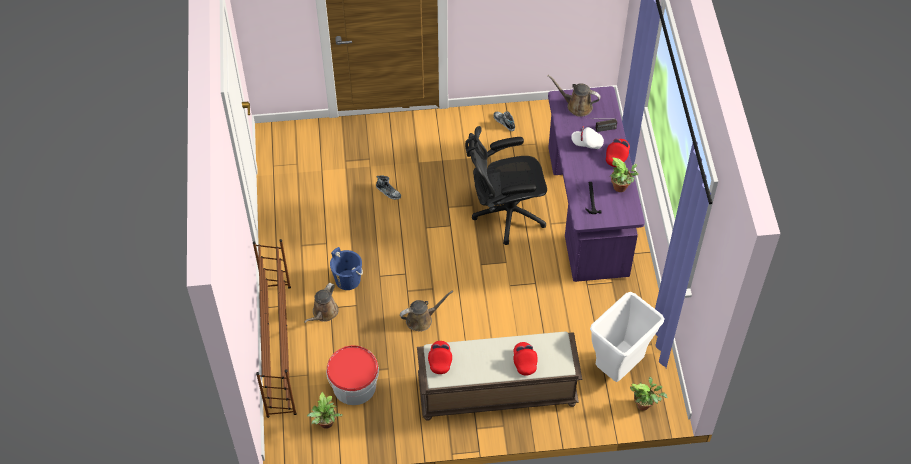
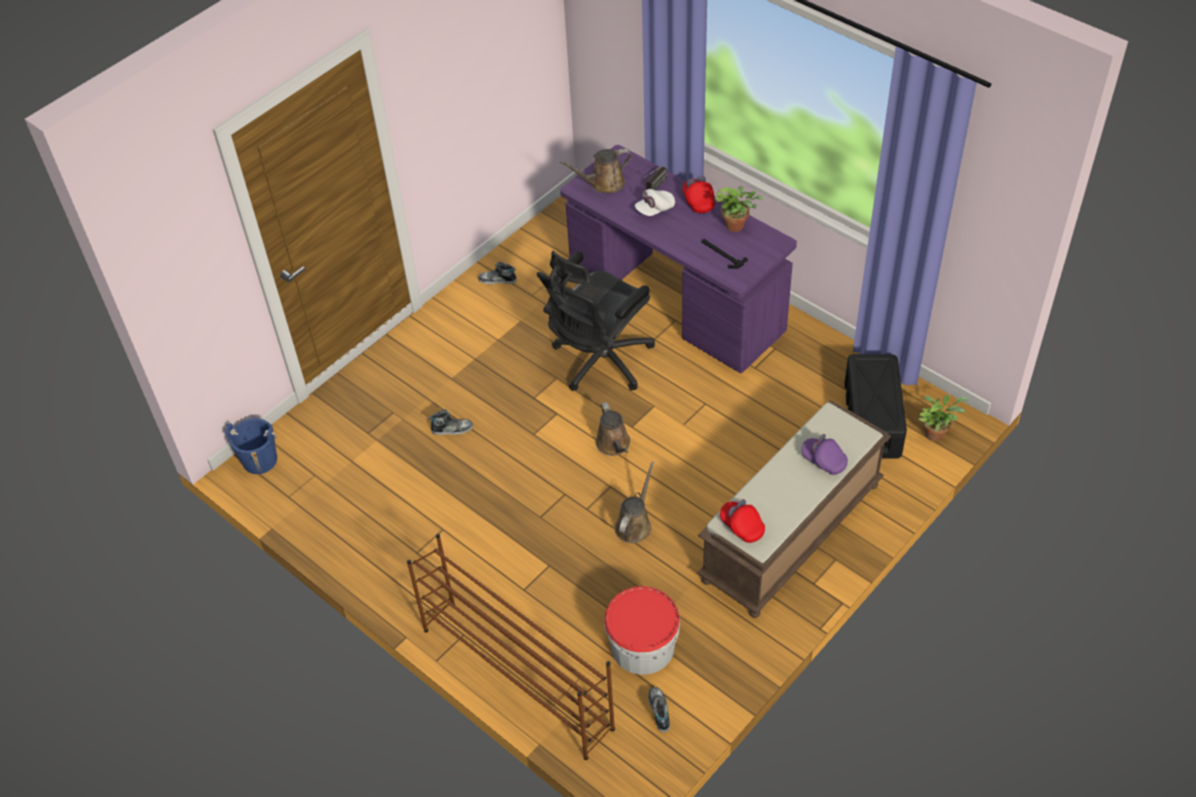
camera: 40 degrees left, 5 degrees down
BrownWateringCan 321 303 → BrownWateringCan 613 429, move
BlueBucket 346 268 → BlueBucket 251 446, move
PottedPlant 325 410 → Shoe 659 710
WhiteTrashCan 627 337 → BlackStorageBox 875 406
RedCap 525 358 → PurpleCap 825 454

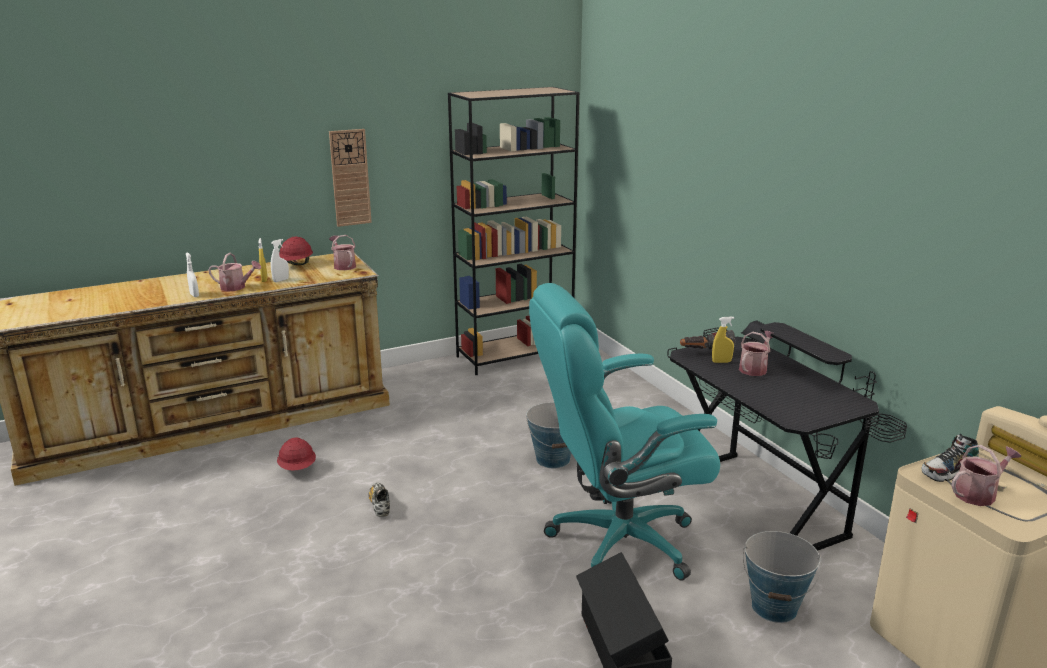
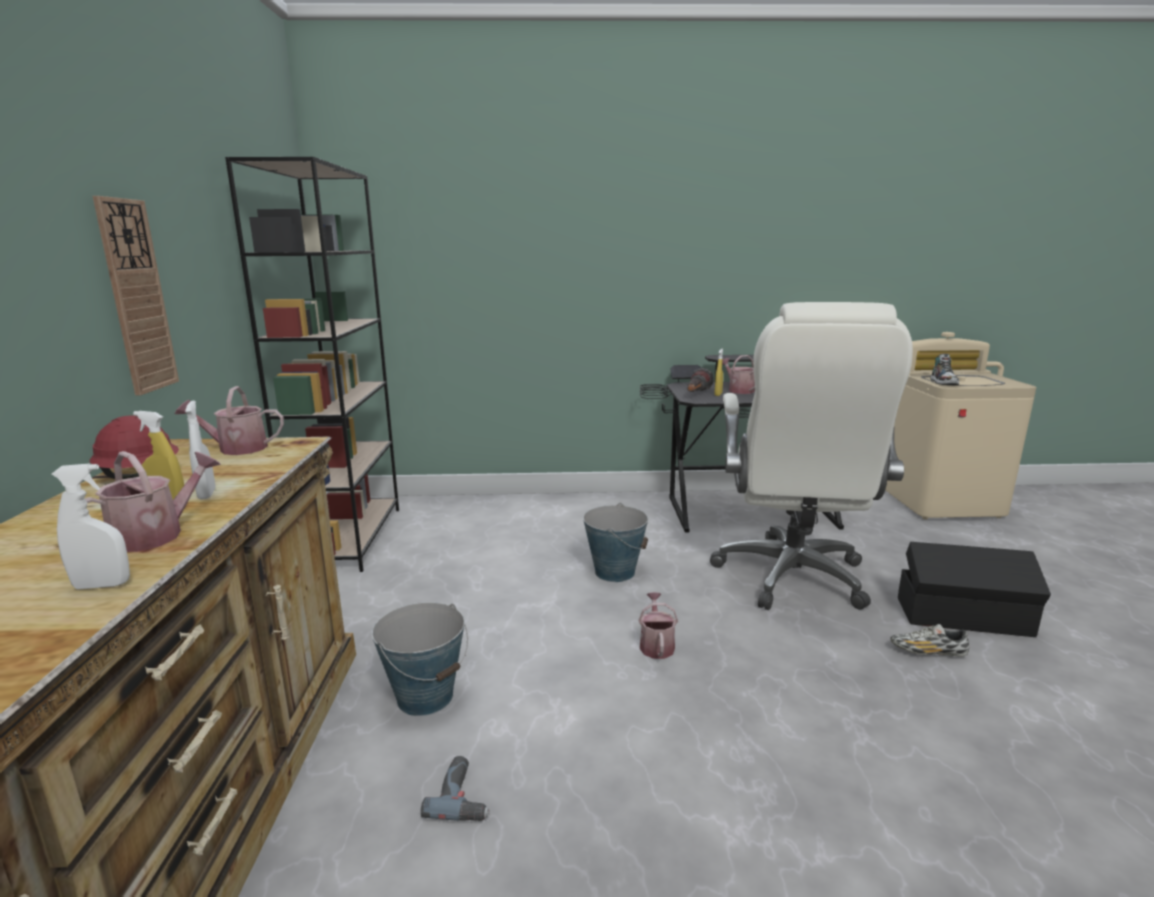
camera: 65 degrees left, 5 degrees down
Shoe 379 500 → Shoe 930 640, move
Bucket 782 577 → Bucket 420 659, move
WateringCan 986 475 → WateringCan 658 625, move
RedHardHat 296 454 → PowerDrill 455 788
TurquoiseOfficeChair 624 432 → WhiteOfficeChair 811 456

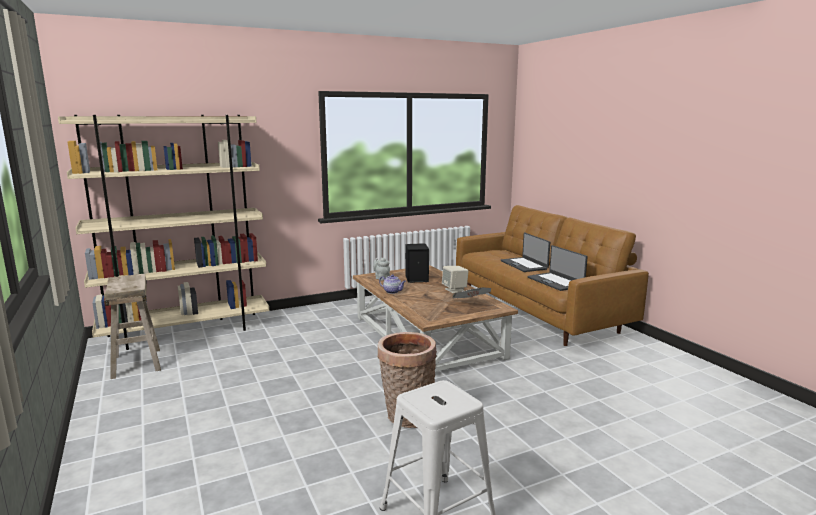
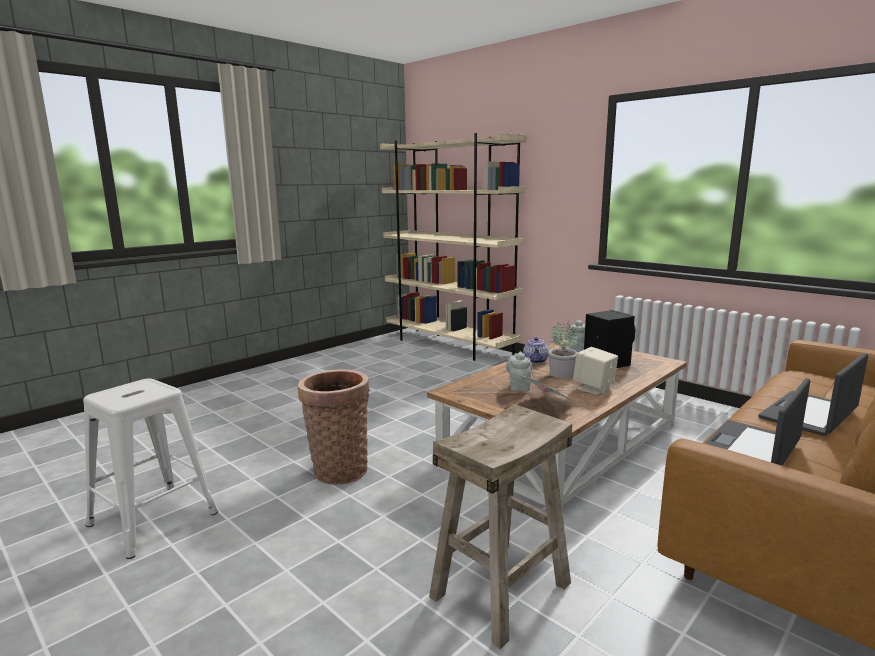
camera: 70 degrees right, 0 degrees up
- → GreyTeapot 519 371
- → PottedPlant 563 349
BeigeStool 132 326 → BeigeStool 500 526, move

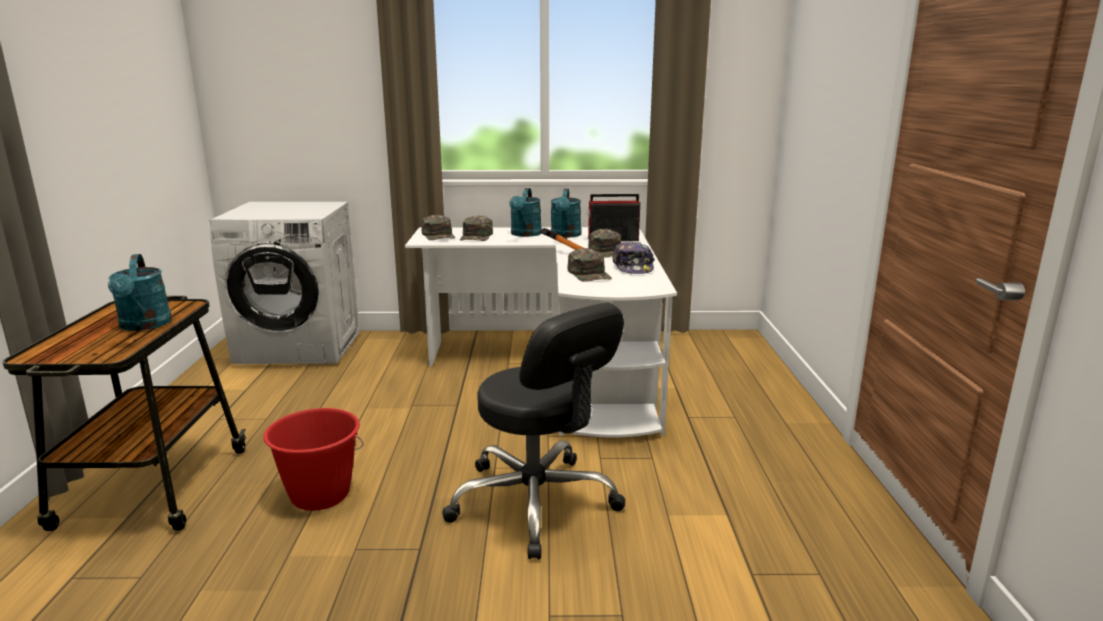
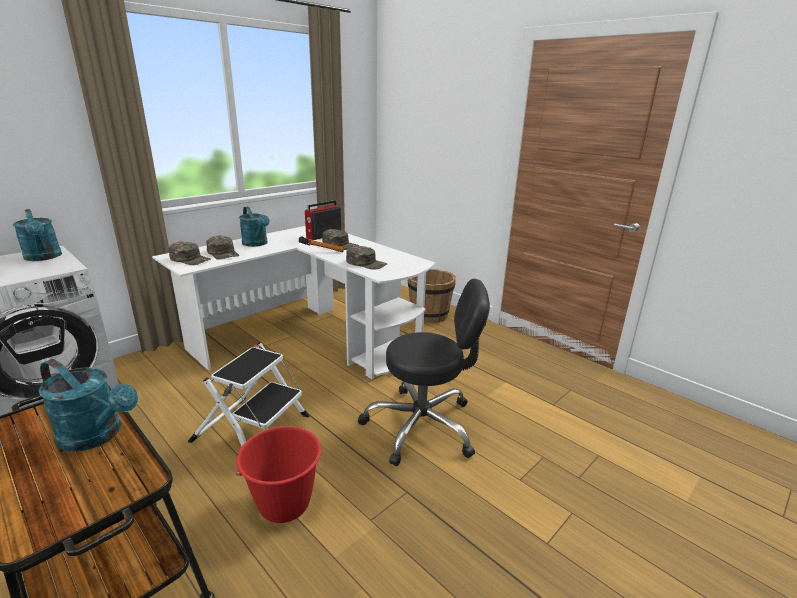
camera: 45 degrees left, 5 degrees up
Cap 634 258 → -
- → StepLadder 248 394
- → BrownBucket 432 296
TurquoiseWateringCan 566 213 → TurquoiseWateringCan 37 235, move

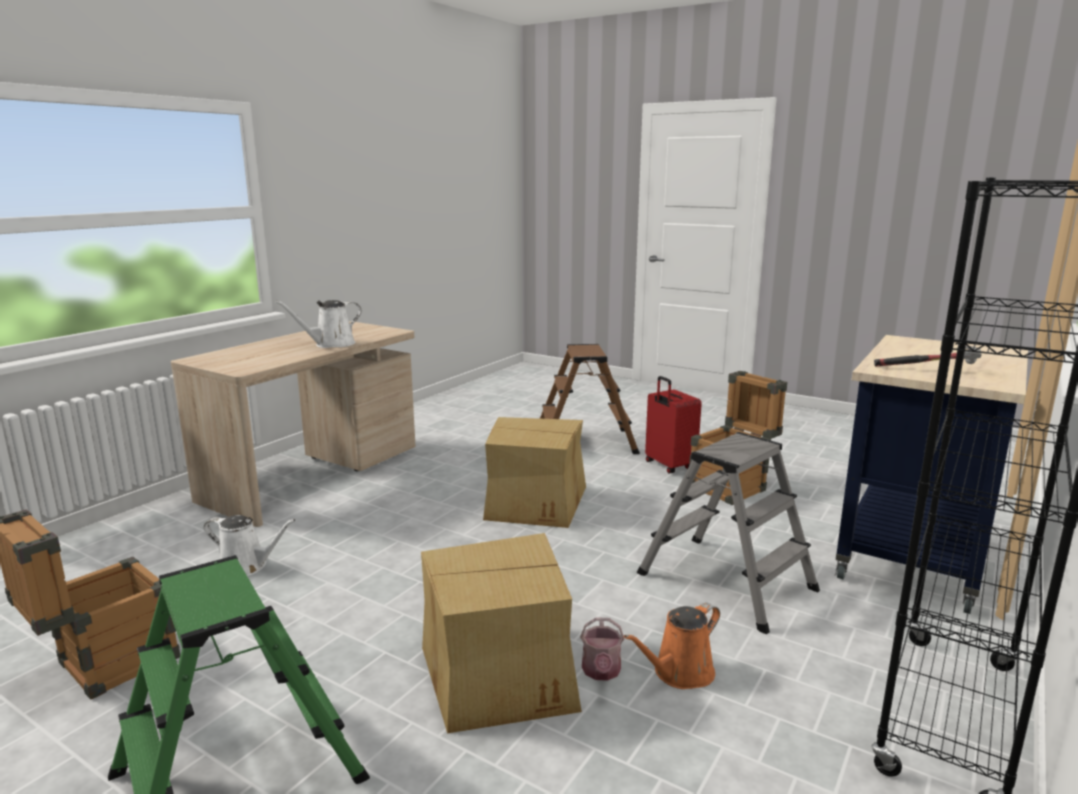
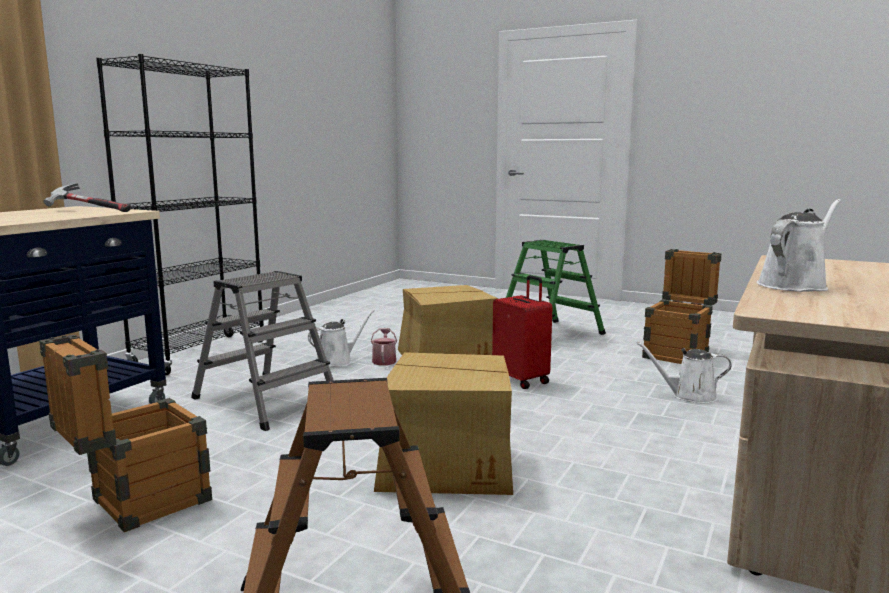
camera: 175 degrees right, 5 degrees down
RedSuitcase 673 424 → RedSuitcase 522 332, move
OrangeWateringCan 672 646 → WhiteWateringCan 341 338

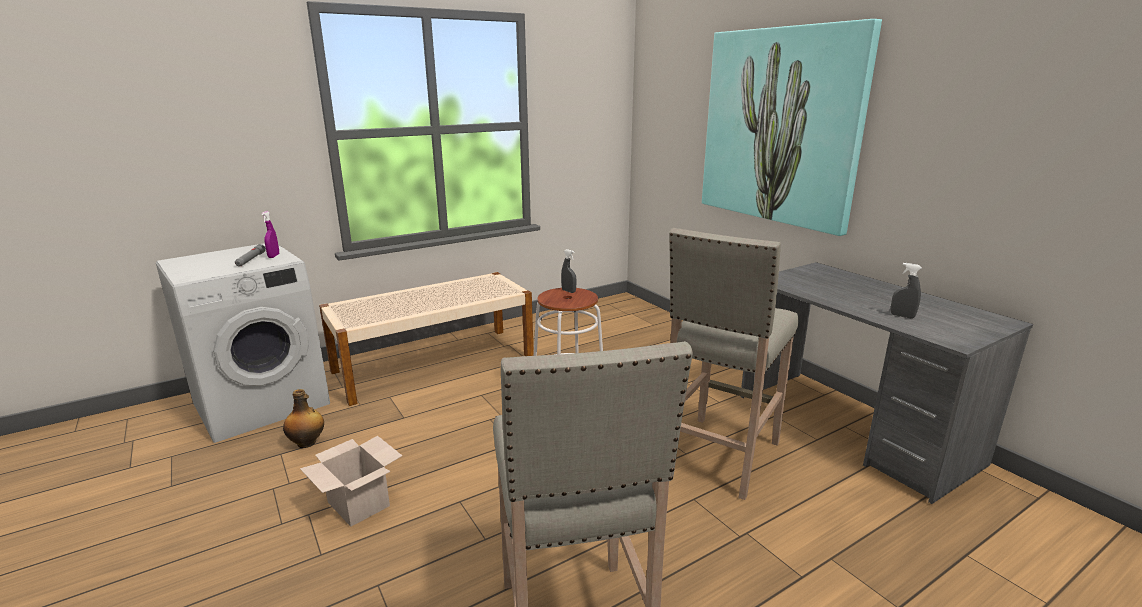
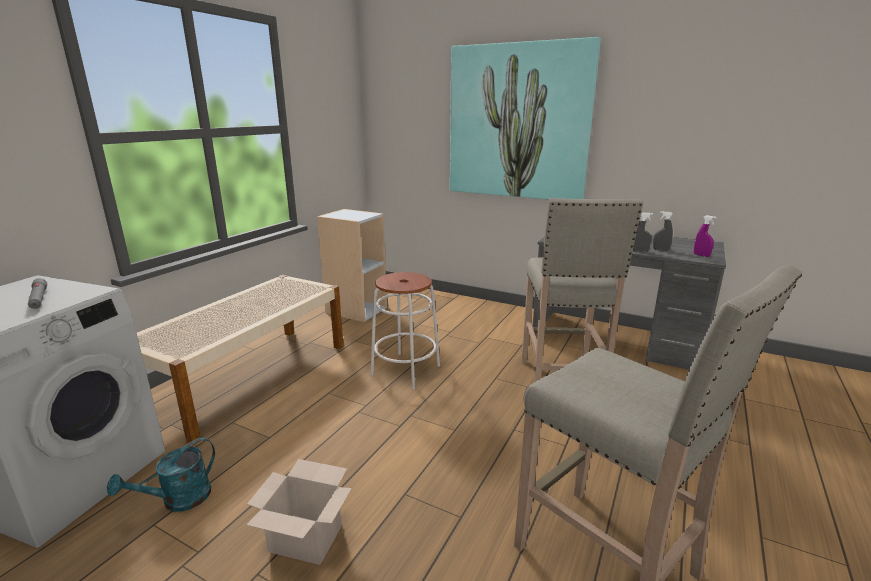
camera: 30 degrees left, 0 degrees up
- → Bookcase 352 265
PurpleSprayBottle 270 234 → PurpleSprayBottle 705 236, move
GreySprayBottle 568 271 → GreySprayBottle 643 232, move
Bottle 303 418 → TurquoiseWateringCan 161 475

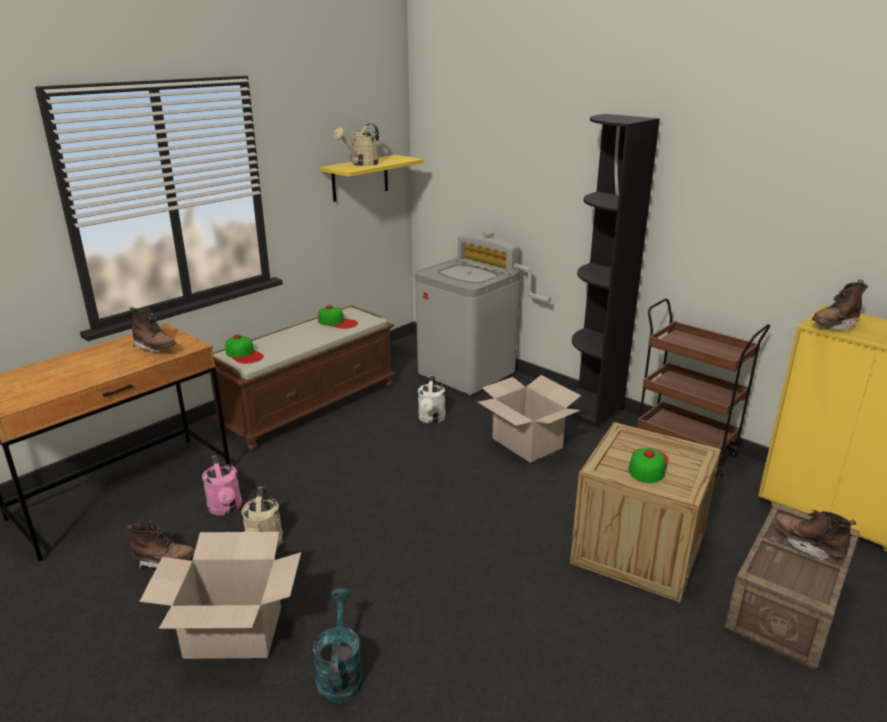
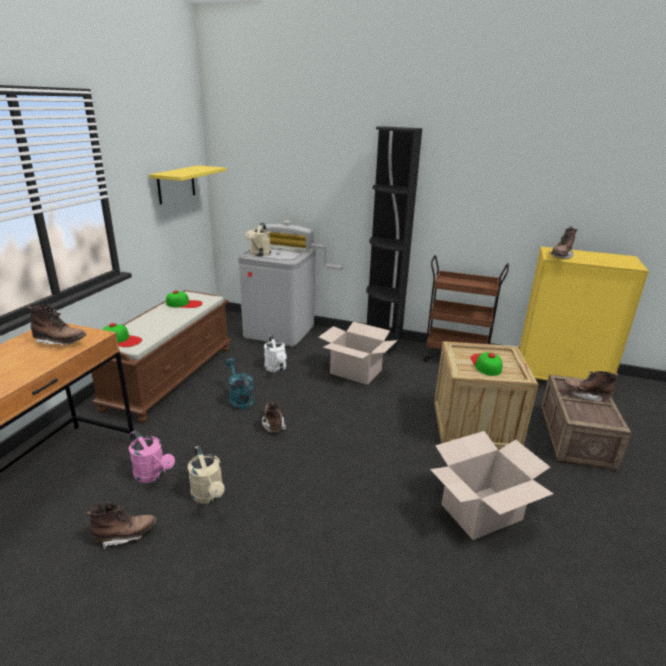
camera: 25 degrees left, 0 degrees up
- → BrownBoot 274 416
CardboardBox 220 595 → CardboardBox 491 485, move
TurquoiseWateringCan 337 645 → TurquoiseWateringCan 239 384, move
BeigeWateringCan 356 144 → BeigeWateringCan 258 239, move

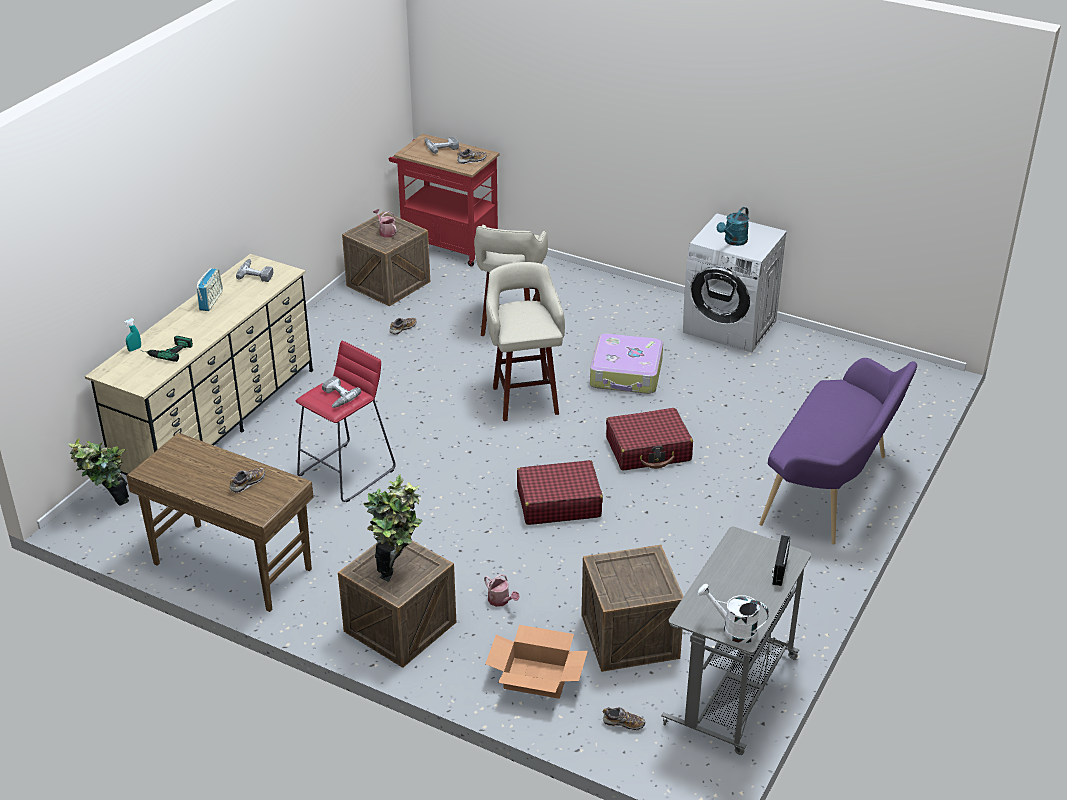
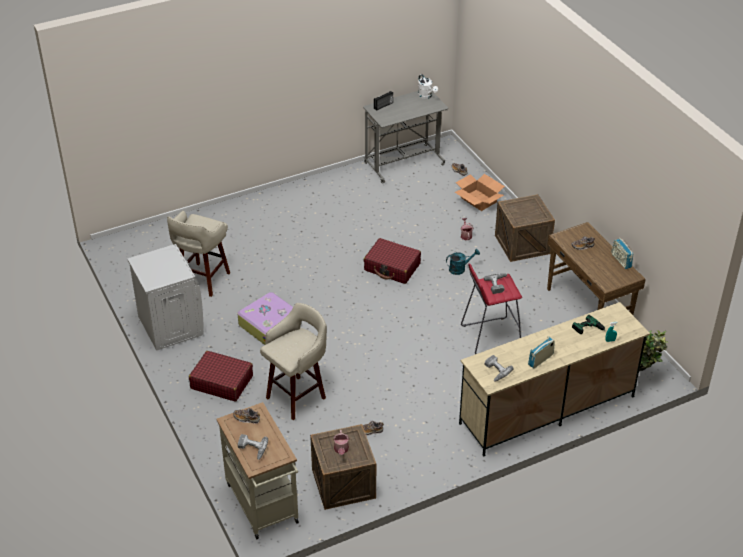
camera: 145 degrees left, 5 degrees up
PottedPlant 392 528 → -
Crate 632 608 → -
PurpleBench 838 451 → -
- → Radio 622 253
BeigeStool 525 341 → BeigeStool 198 254, move
RedSuitcase 649 439 → RedSuitcase 221 376, move
TurquoiseWateringCan 733 226 → TurquoiseWateringCan 463 262, move
RedCart 444 200 → BeigeCart 257 470

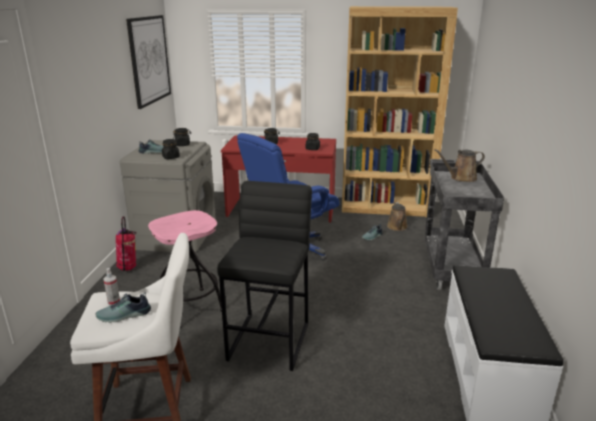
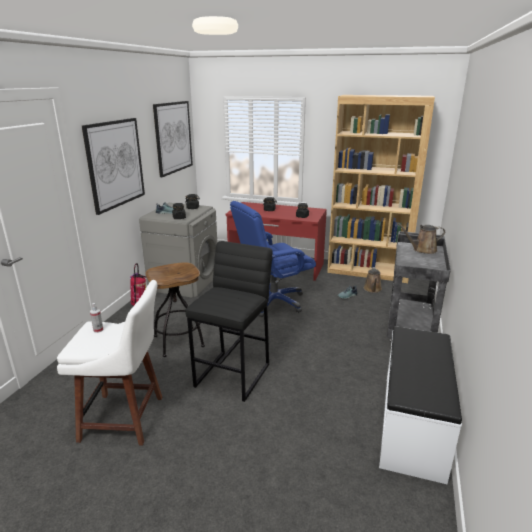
camera: 10 degrees right, 0 degrees up
Shoe 123 307 → -
- → Picture 113 166
PinkStool 185 269 → BrownStool 175 309

